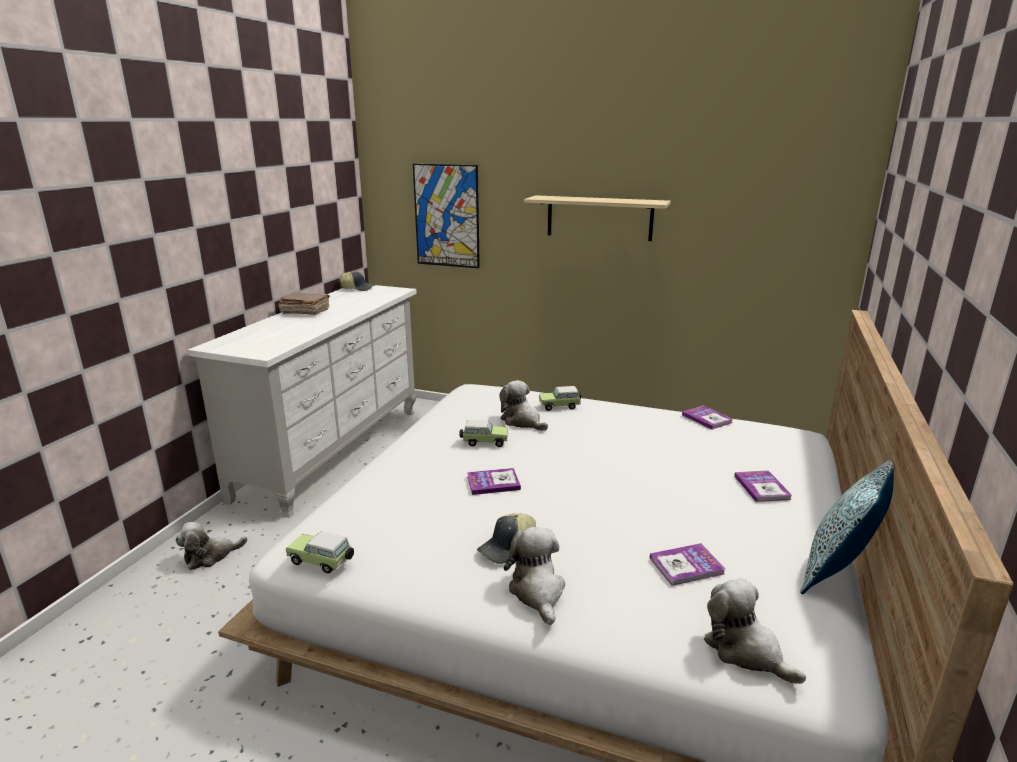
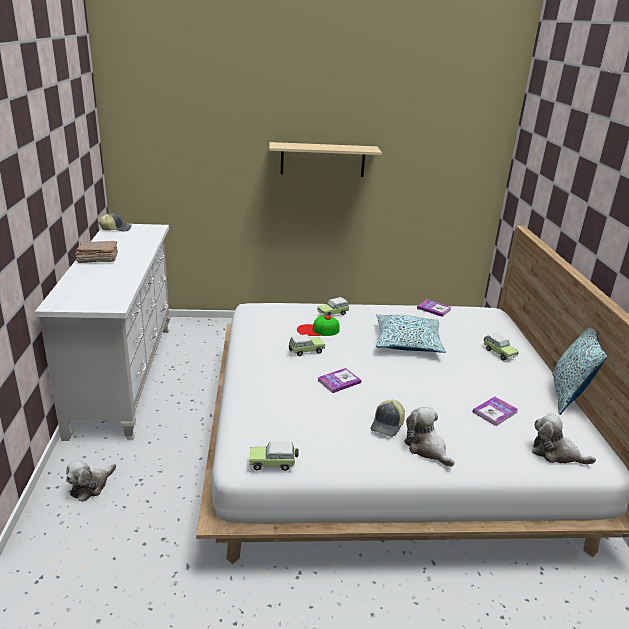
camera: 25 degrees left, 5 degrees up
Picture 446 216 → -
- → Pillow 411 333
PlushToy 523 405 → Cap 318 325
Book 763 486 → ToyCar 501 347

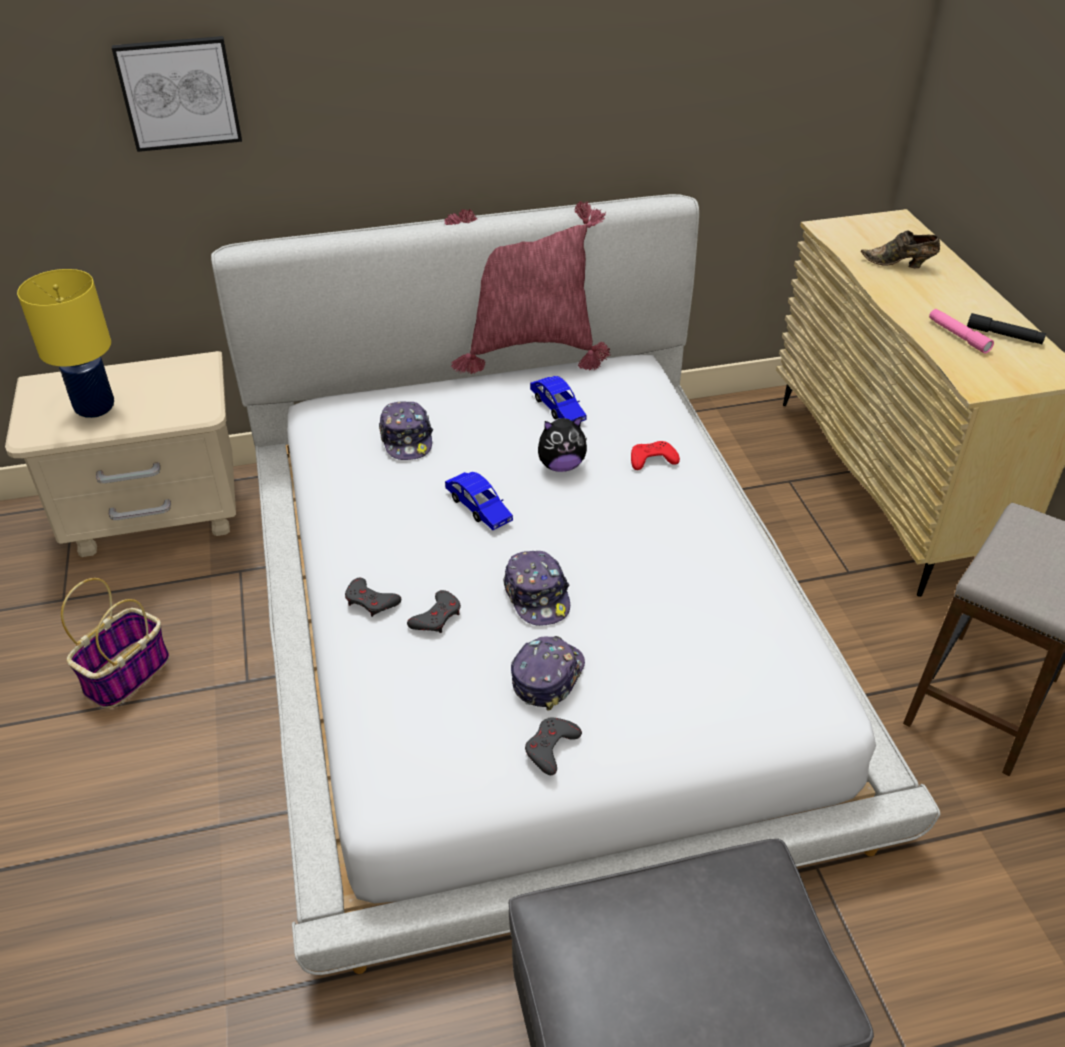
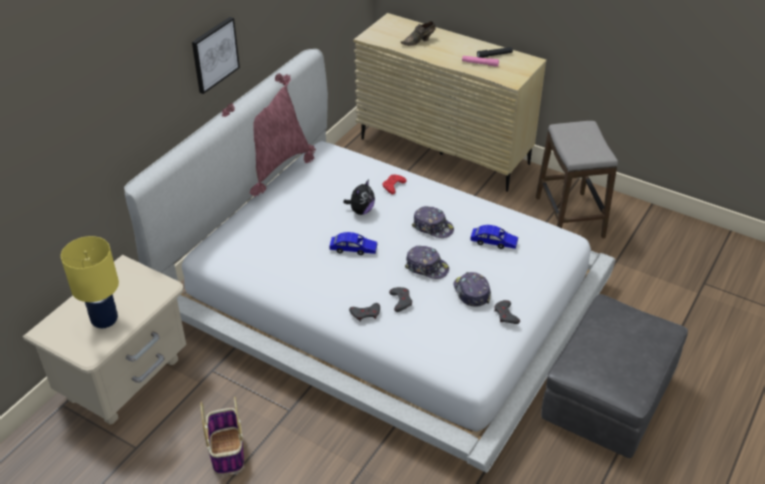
camera: 45 degrees left, 0 degrees up
Picture 177 94 → Picture 216 55, move
Cap 406 430 → Cap 433 222, move
BlueToyCar 558 399 → BlueToyCar 494 237, move

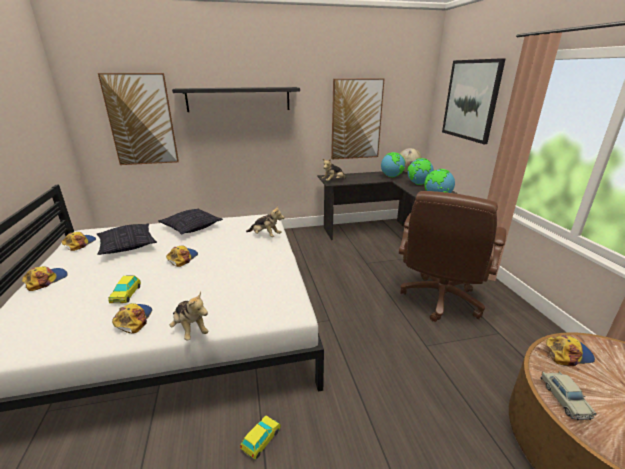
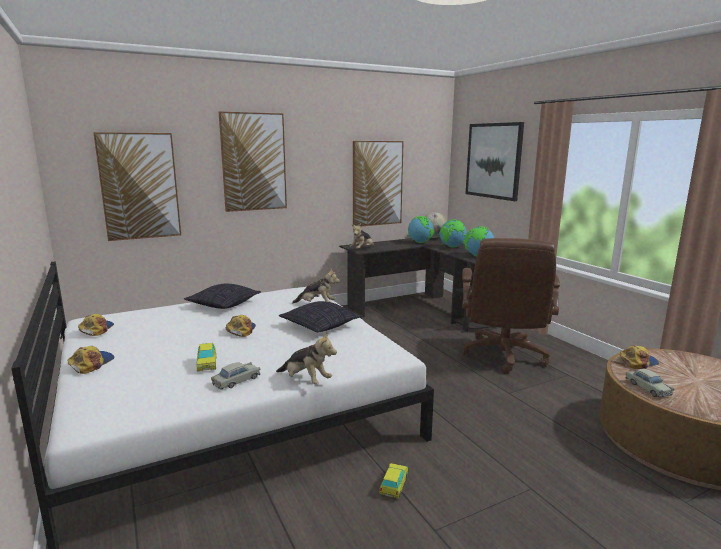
camera: 15 degrees left, 10 degrees down
Pillow 127 239 → Pillow 320 316, move
Cap 132 318 → BeigeToyCar 236 376
BlackShelf 236 99 → Picture 253 162

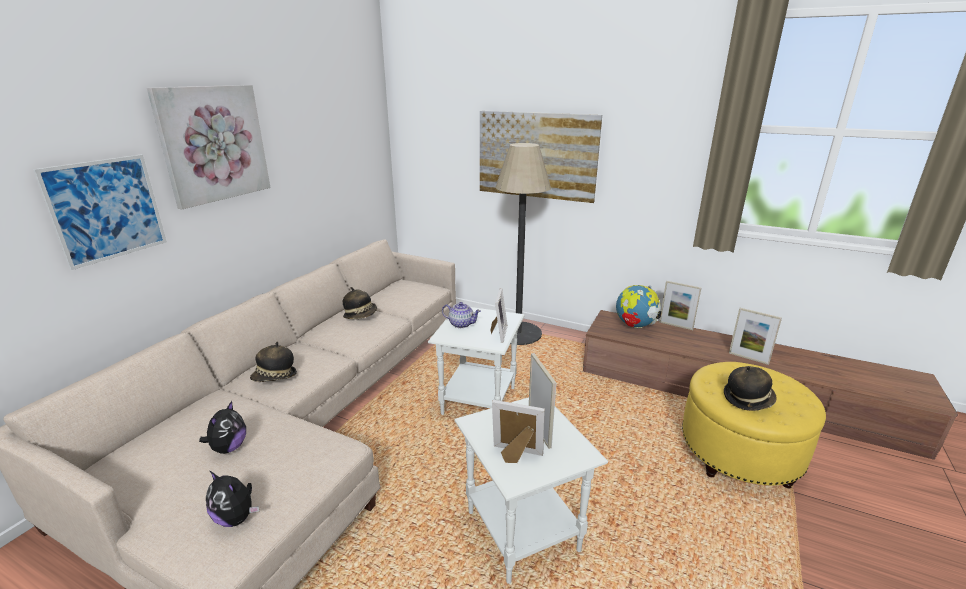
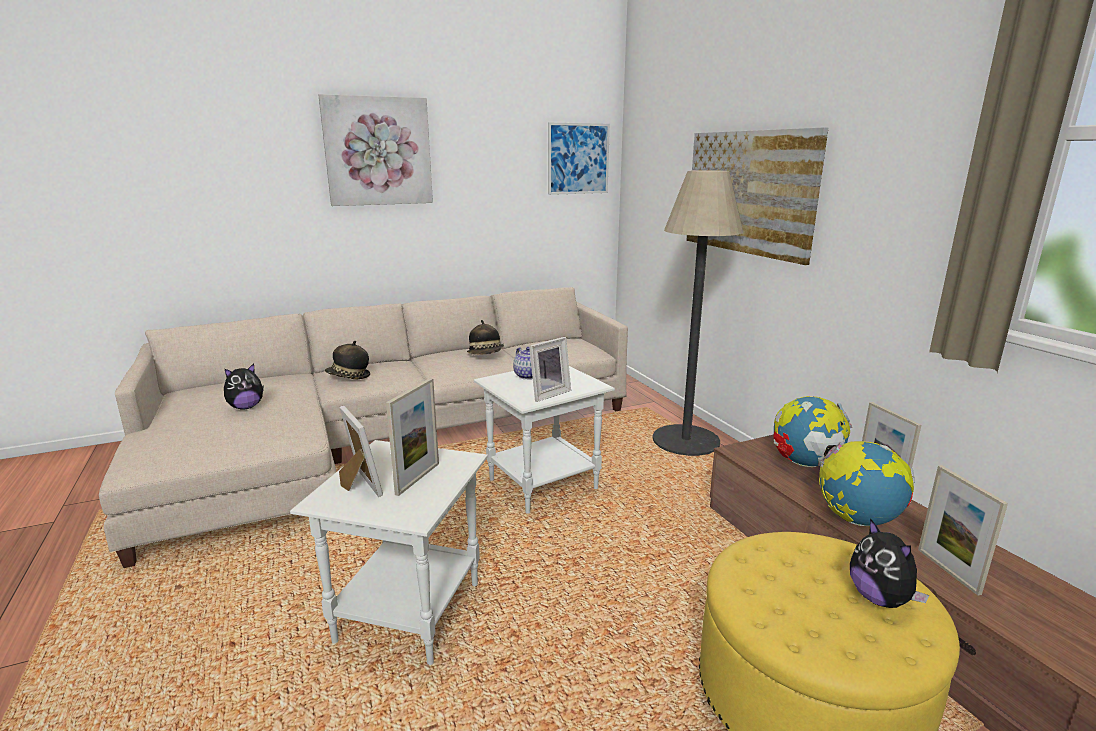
camera: 40 degrees right, 5 degrees down
Hat 750 388 → -
- → Globe 867 483
Picture 100 212 → Picture 579 158, move
PlushToy 232 499 → PlushToy 890 563, move

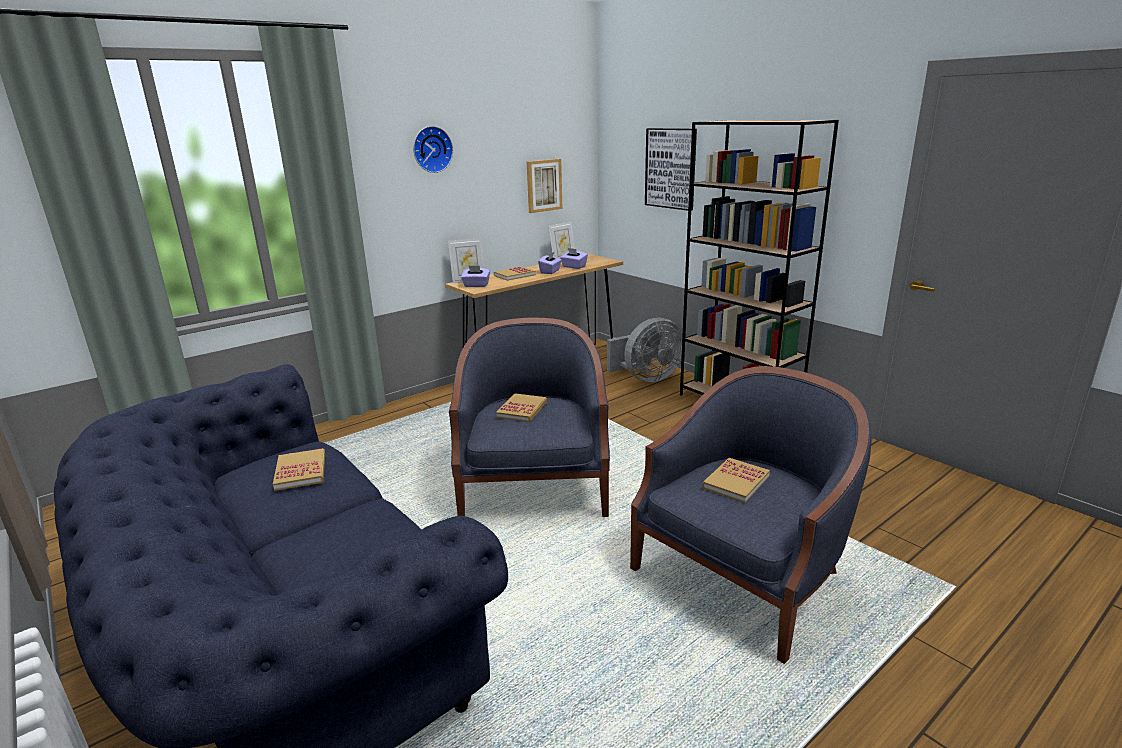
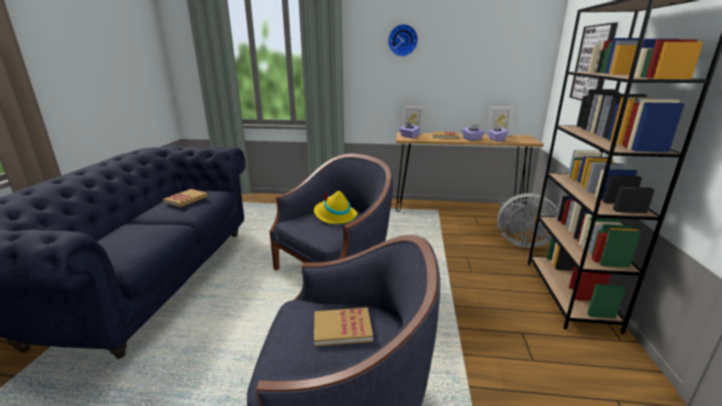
camera: 45 degrees right, 0 degrees up
Picture 545 186 → -
Book 521 407 → YellowHat 335 207

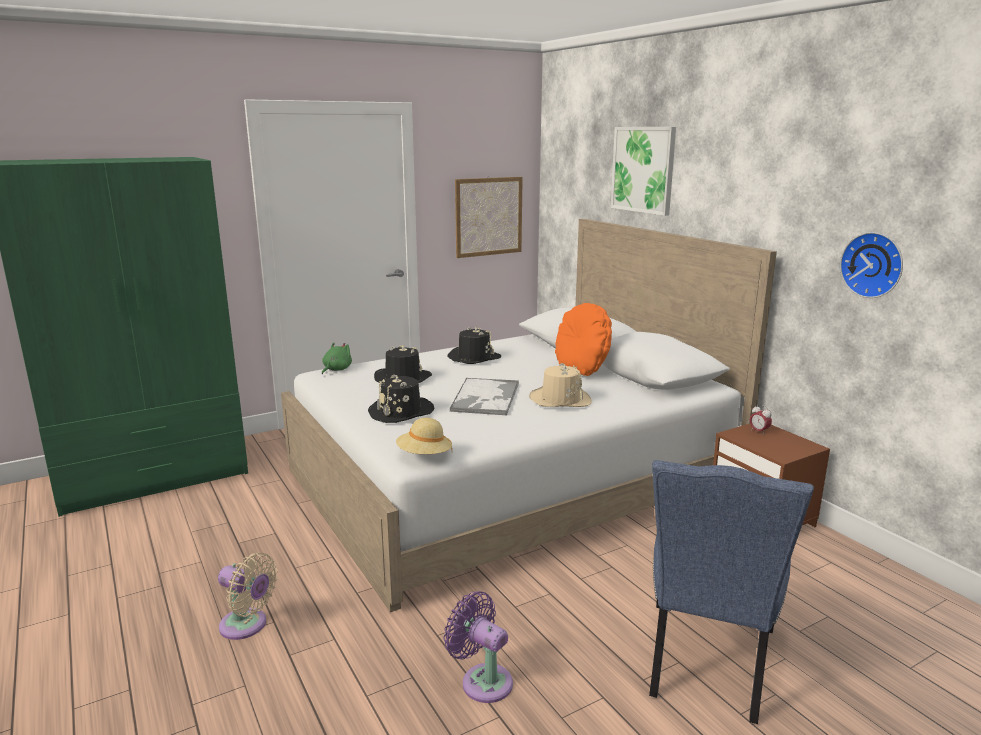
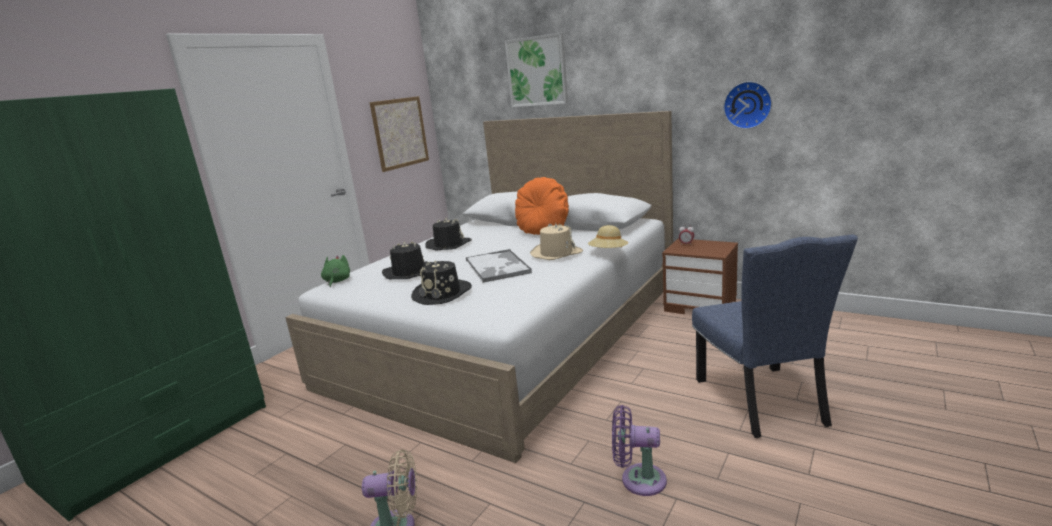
camera: 25 degrees left, 0 degrees up
BeigeHat 424 436 → BeigeHat 608 236, move

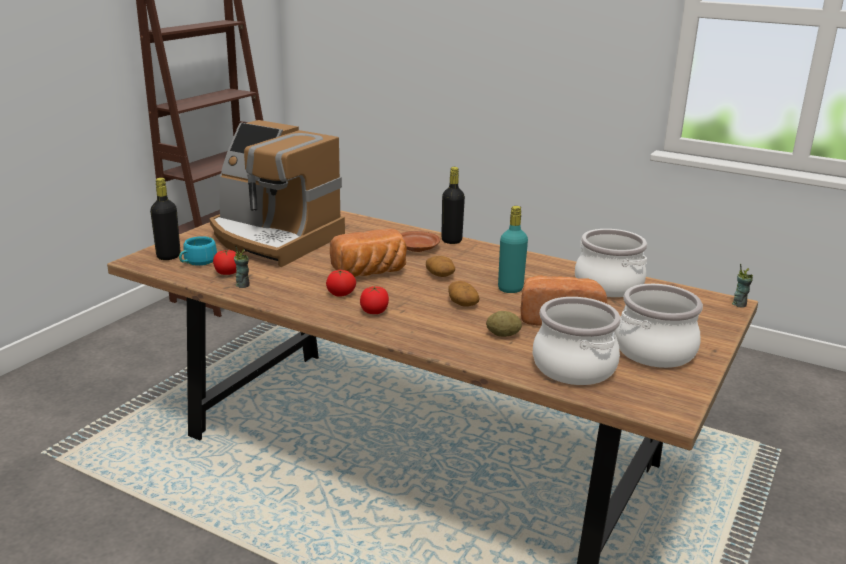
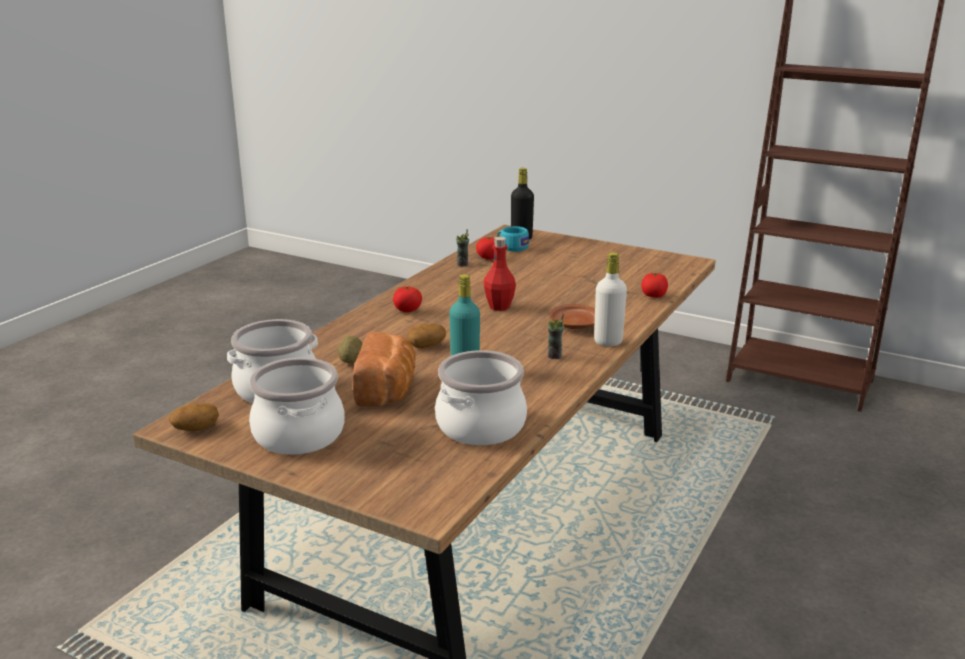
camera: 90 degrees right, 0 degrees up
CoffeeMachine 277 193 → -
Tomato 341 283 → Tomato 655 285, move
Potato 440 266 → Potato 194 417, move
Cup 742 286 → Cup 556 336, move
Bread 368 253 → RedBottle 500 274
BlackBottle 453 205 → WhiteBottle 610 299

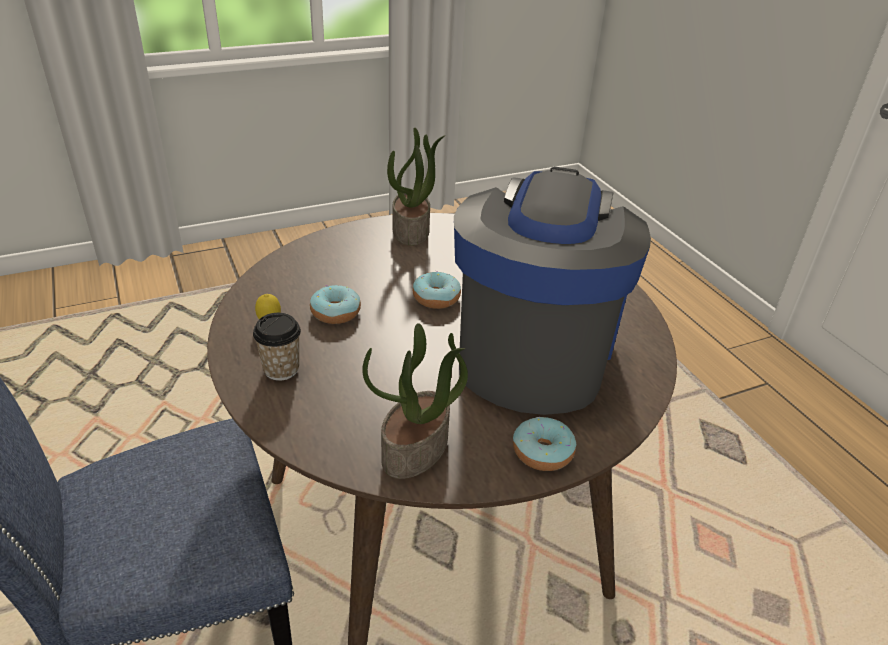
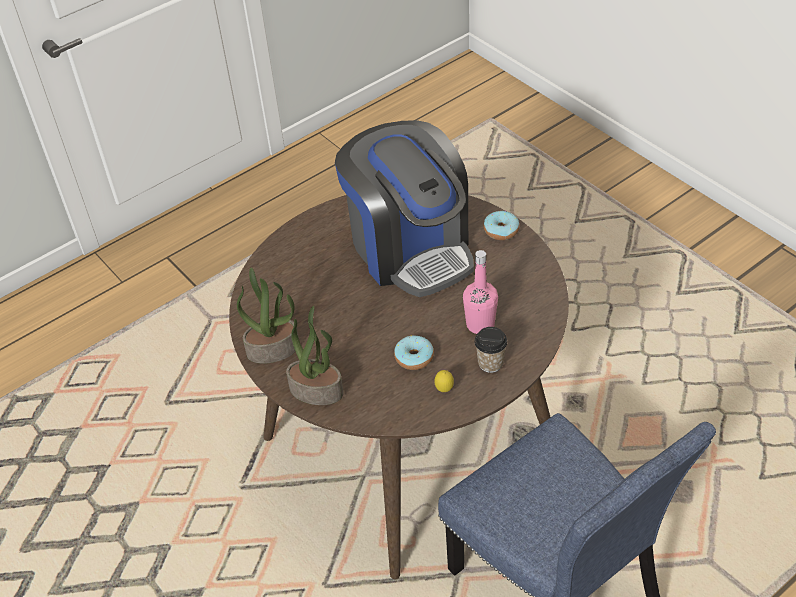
camera: 100 degrees left, 10 degrees up
Donut 437 290 → -
- → PinkBottle 480 292
PottedPlant 415 401 → PottedPlant 315 355, move
CoffeeMachine 552 291 → CoffeeMachine 404 208, 120 degrees counterclockwise

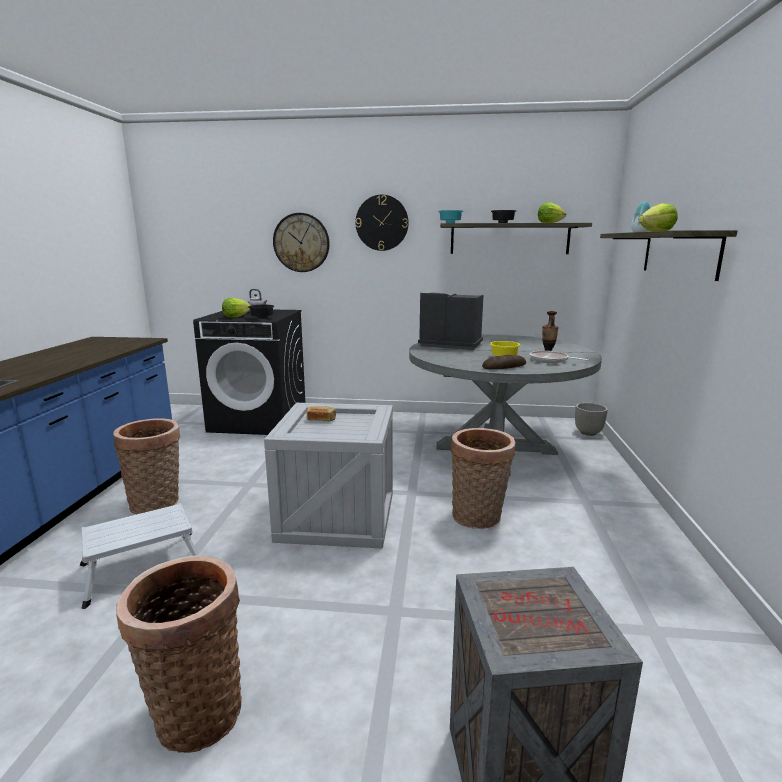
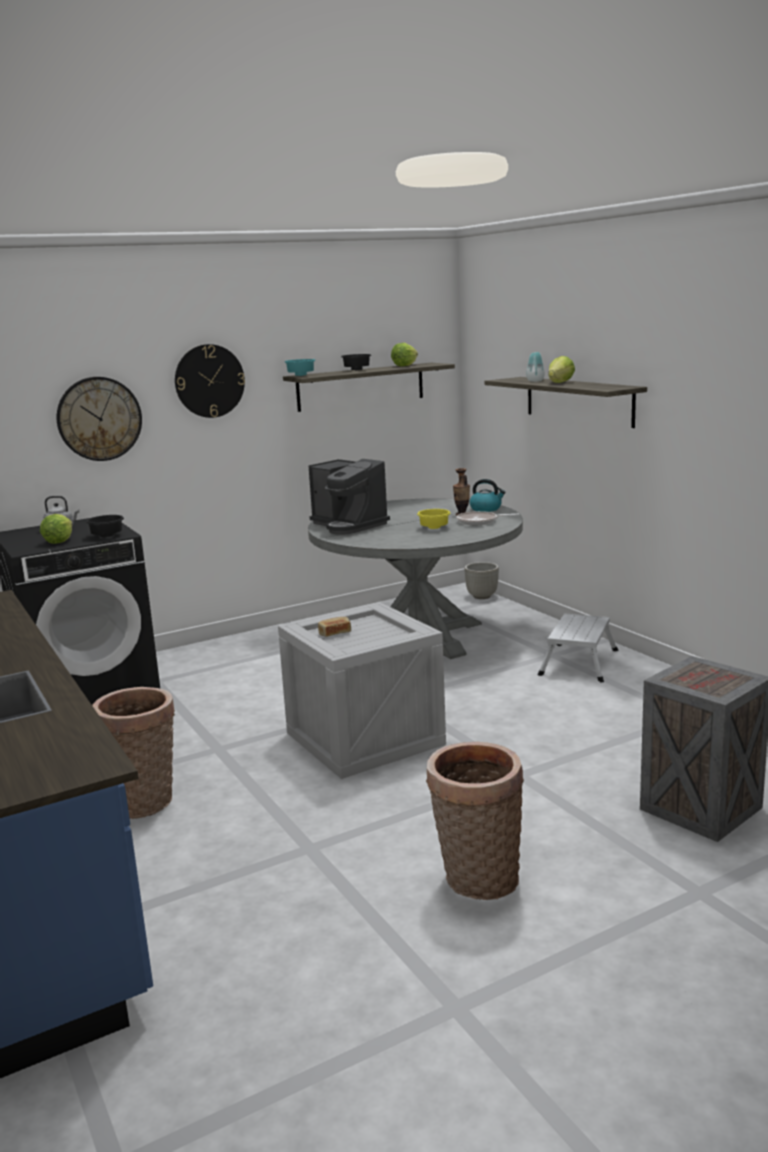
camera: 35 degrees left, 0 degrees up
Basket 483 478 → -
Bread 504 362 → -
- → Kettle 488 495
WhiteStepLadder 139 556 → WhiteStepLadder 578 648, move
CoffeeMachine 450 321 → CoffeeMachine 349 497, 120 degrees counterclockwise

